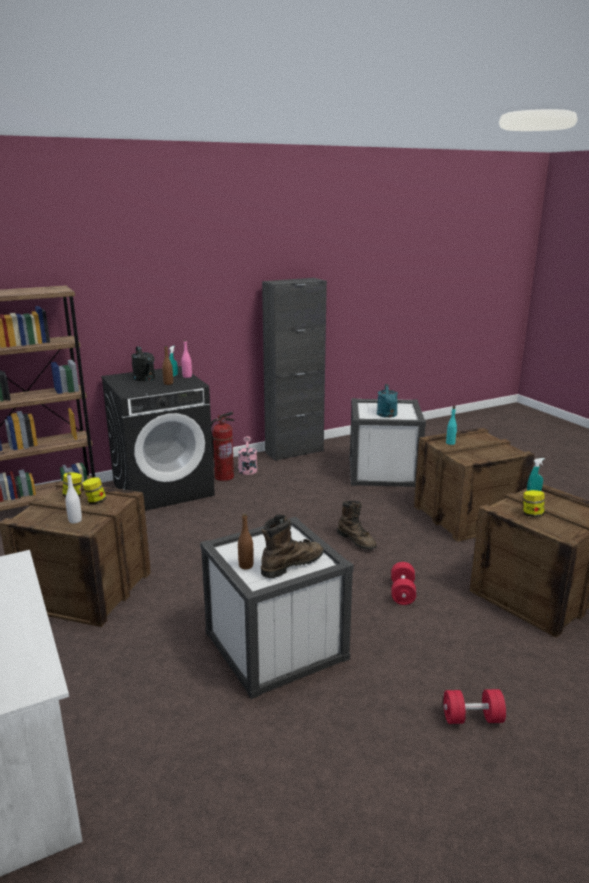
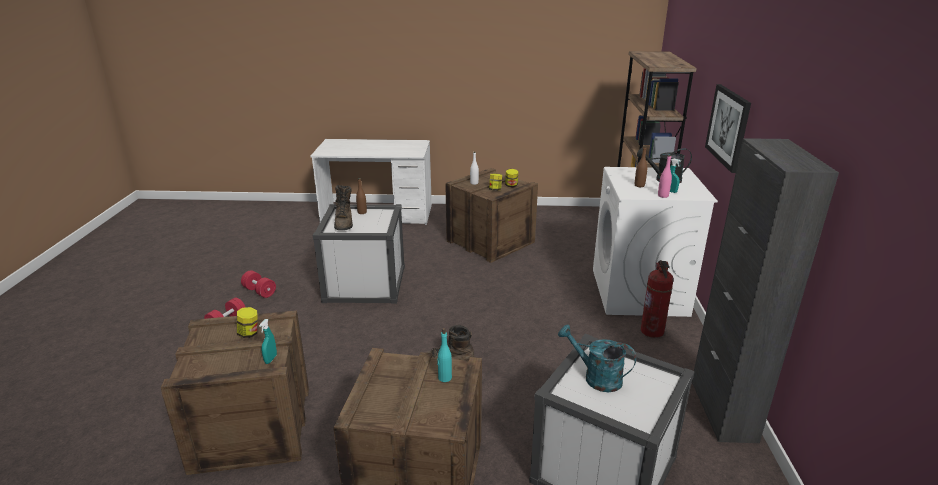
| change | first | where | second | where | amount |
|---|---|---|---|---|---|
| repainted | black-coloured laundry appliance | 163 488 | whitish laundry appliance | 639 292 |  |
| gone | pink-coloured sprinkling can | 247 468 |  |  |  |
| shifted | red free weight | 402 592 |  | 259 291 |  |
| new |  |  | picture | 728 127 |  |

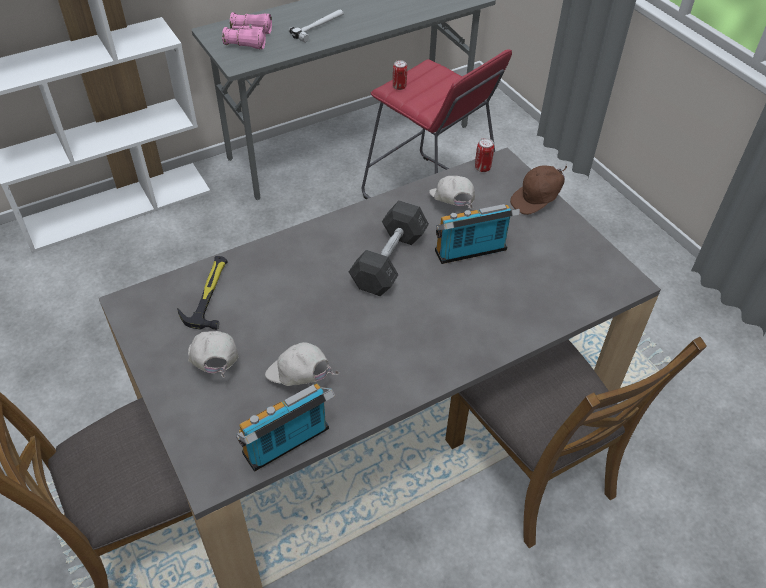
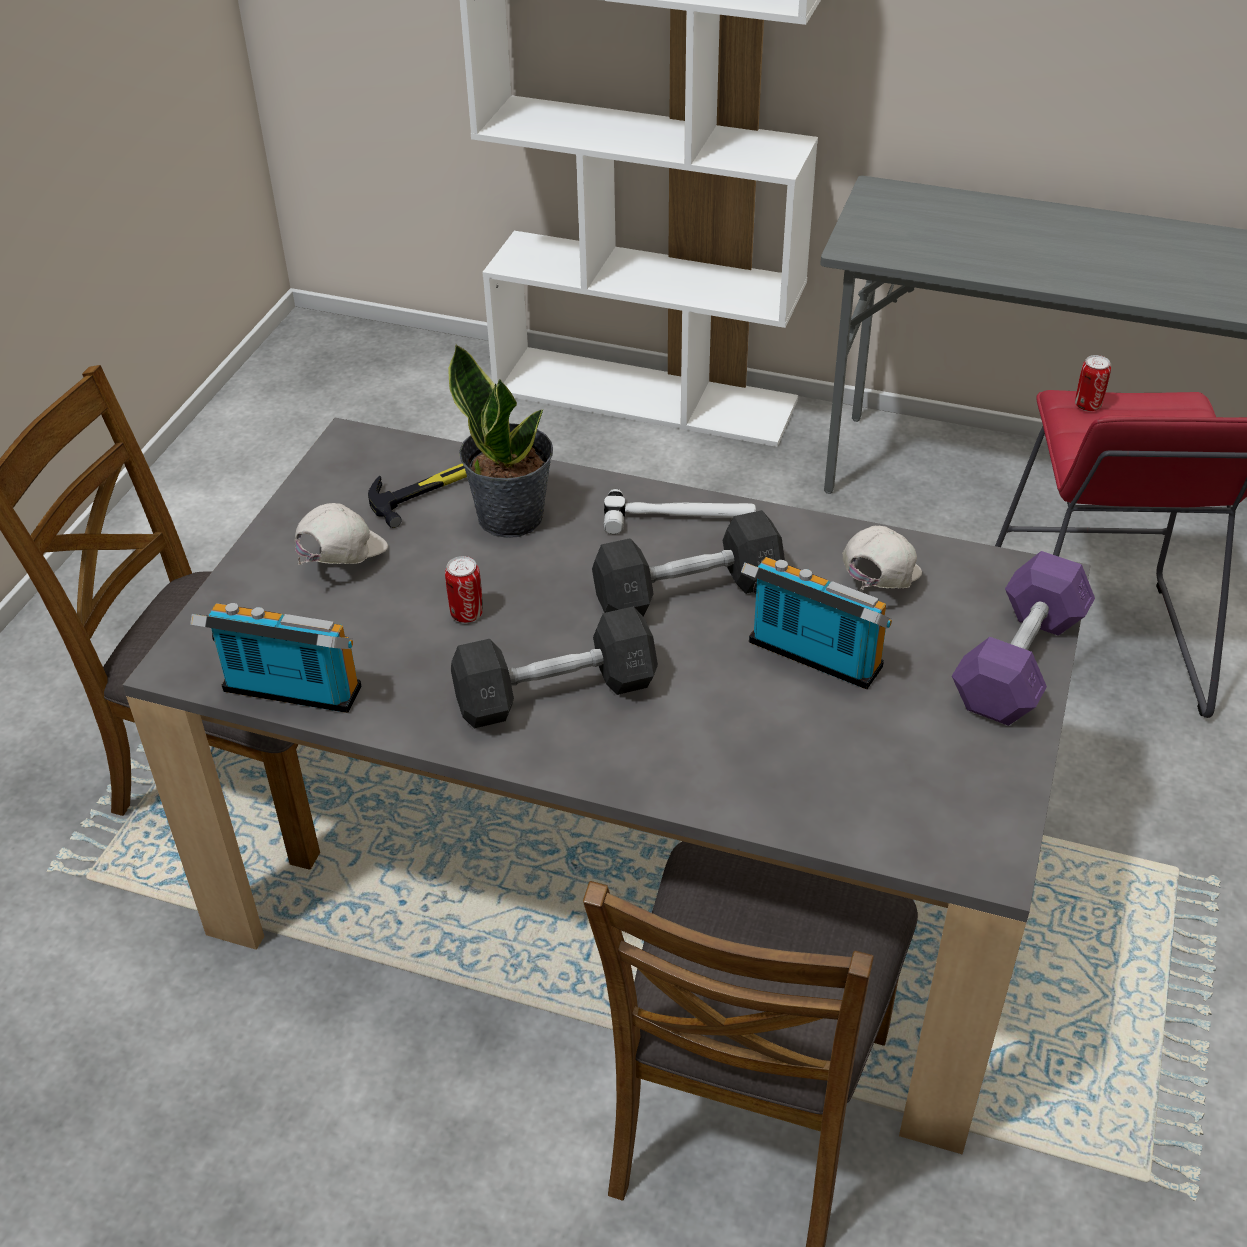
| change | first | where | second | where | amount |
|---|---|---|---|---|---|
| gone | pink-coloured field glasses | 249 39 |  |  |  |
| gone | whitish baseball cap | 299 378 |  |  |  |
| shifted | hammer | 319 27 |  | 679 518 |  |
| shifted | metal can | 482 168 |  | 466 614 |  |
| swapped | brownish baseball cap | 537 201 | purple-coloured free weight | 1019 662 |  |
| new |  |  | plant in a pot | 511 516 |  |
| new |  |  | grey free weight | 555 693 |  |

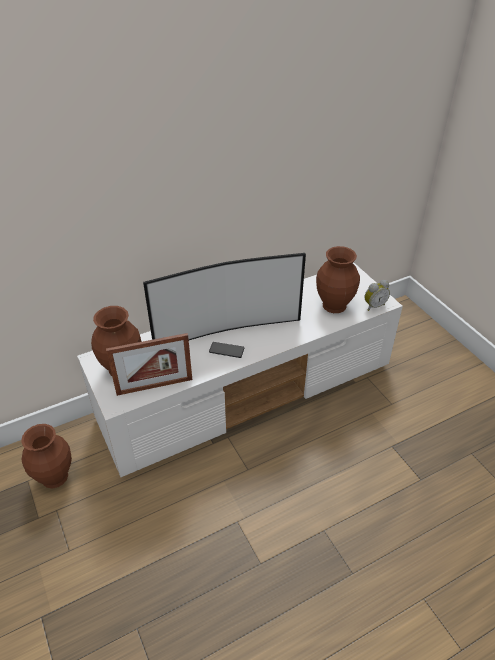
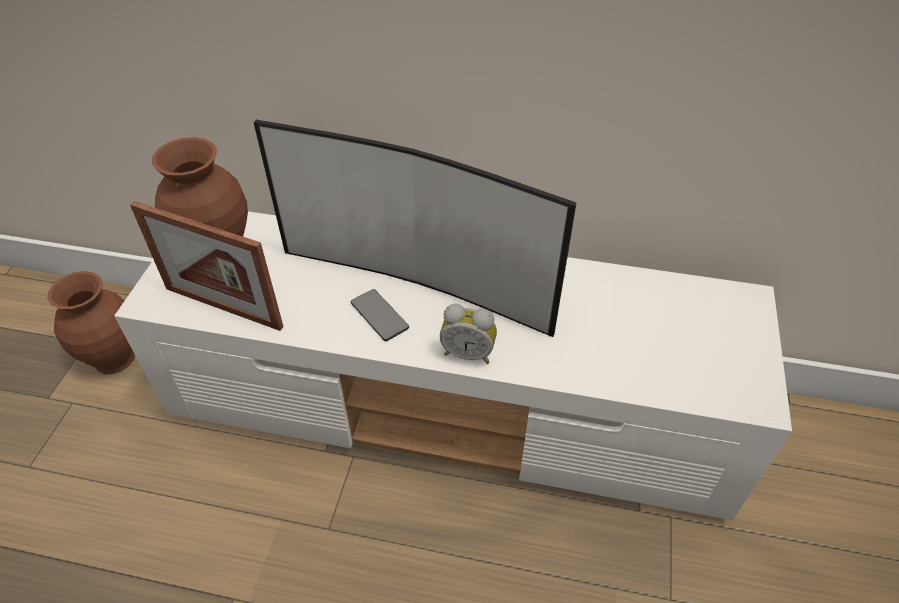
| change | first | where | second | where | amount |
|---|---|---|---|---|---|
| gone | brownish flower vase | 333 305 |  |  |  |
| shifted | alarm clock | 373 305 |  | 468 352 |  |

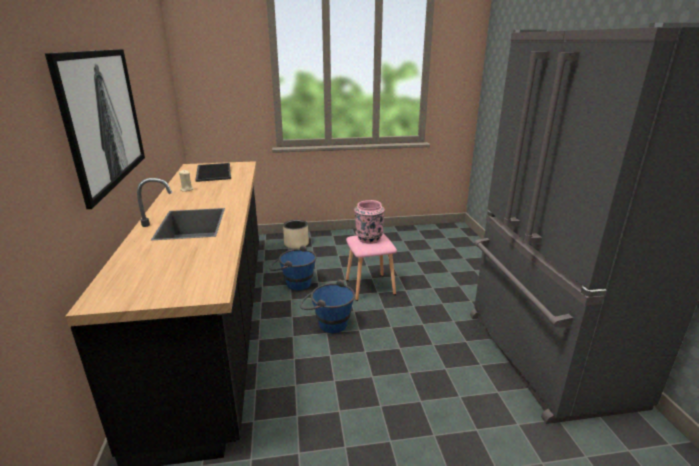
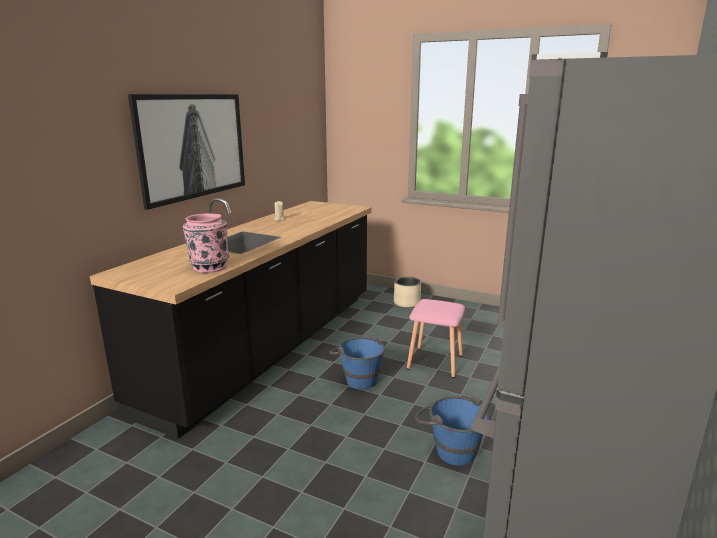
| change | first | where | second | where | amount |
|---|---|---|---|---|---|
| gone | carrying tray | 212 172 |  |  |  |
| shifted | bluish bucket | 293 283 |  | 449 448 |  |
| shifted | pink-coloured flower vase | 368 239 |  | 209 267 |  |

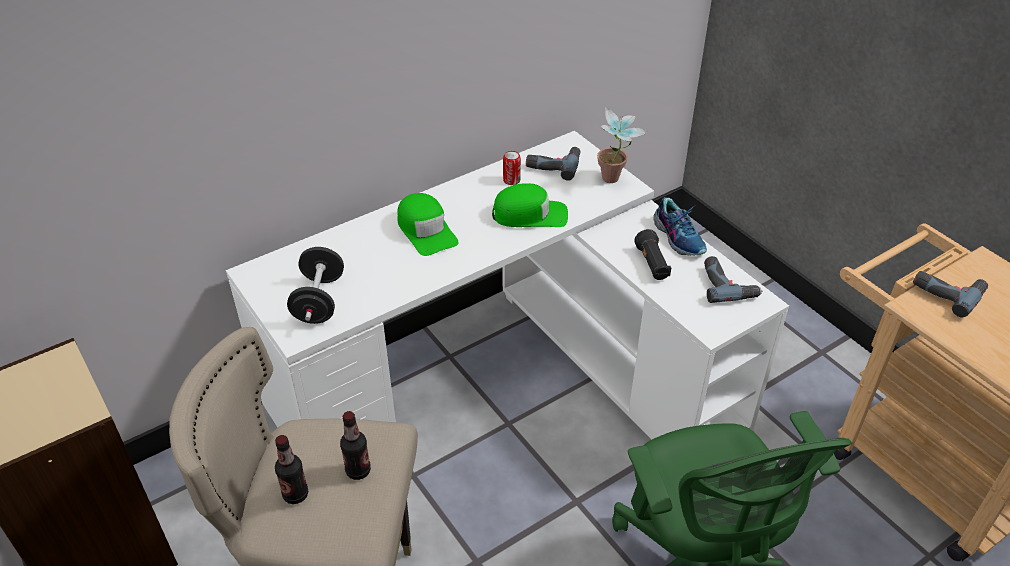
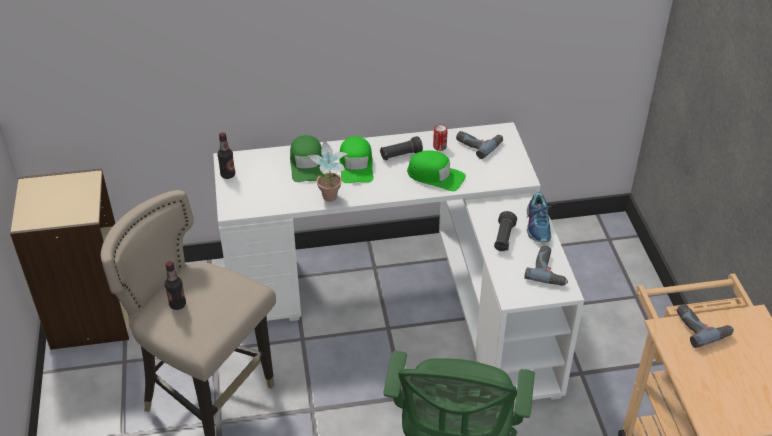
| change | first | where | second | where | amount |
|---|---|---|---|---|---|
| gone | black-coloured free weight | 319 301 |  |  |  |
| shifted | beverage bottle | 358 471 |  | 228 175 |  |
| shifted | plant in a pot | 614 181 |  | 330 201 |  |
| new |  |  | greenish baseball cap | 307 164 |  |
| new |  |  | black-coloured hand torch | 400 155 |  |

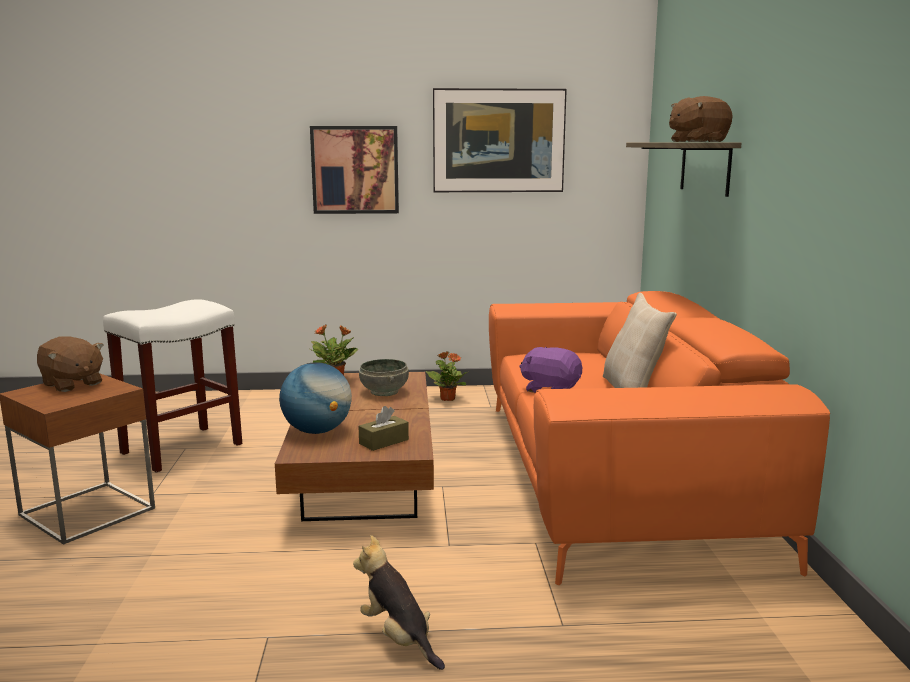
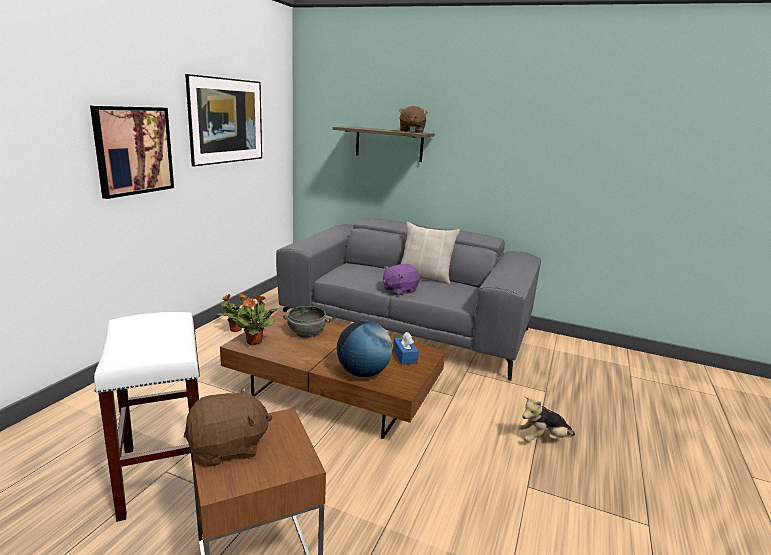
| change | first | where | second | where | amount |
|---|---|---|---|---|---|
| repainted | brownish tissue box | 384 442 | bluish tissue box | 405 356 |  |
| repainted | orange sofa | 612 474 | grey sofa | 406 327 |  |

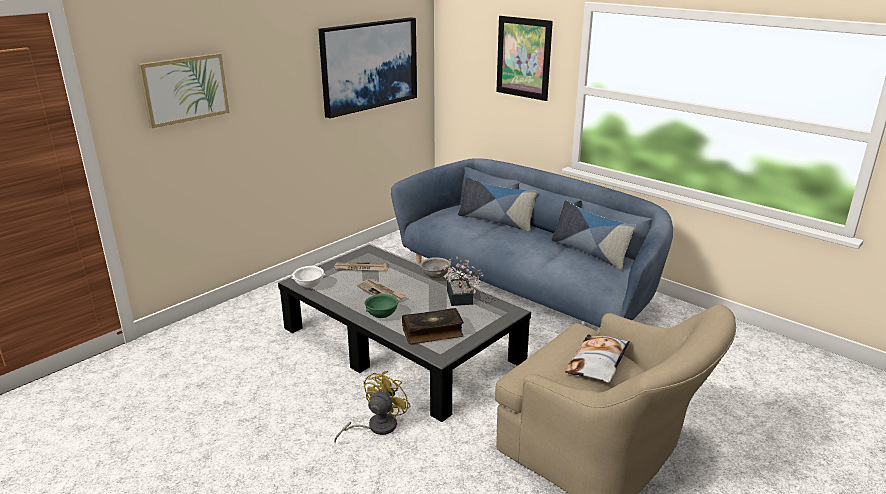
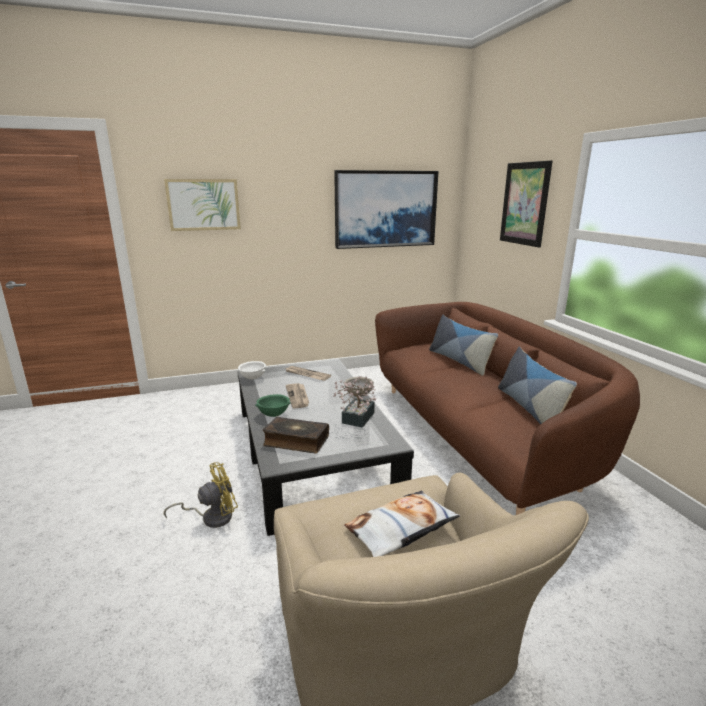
| change | first | where | second | where | amount |
|---|---|---|---|---|---|
| repainted | bluish sofa | 528 288 | brownish sofa | 476 436 |  |

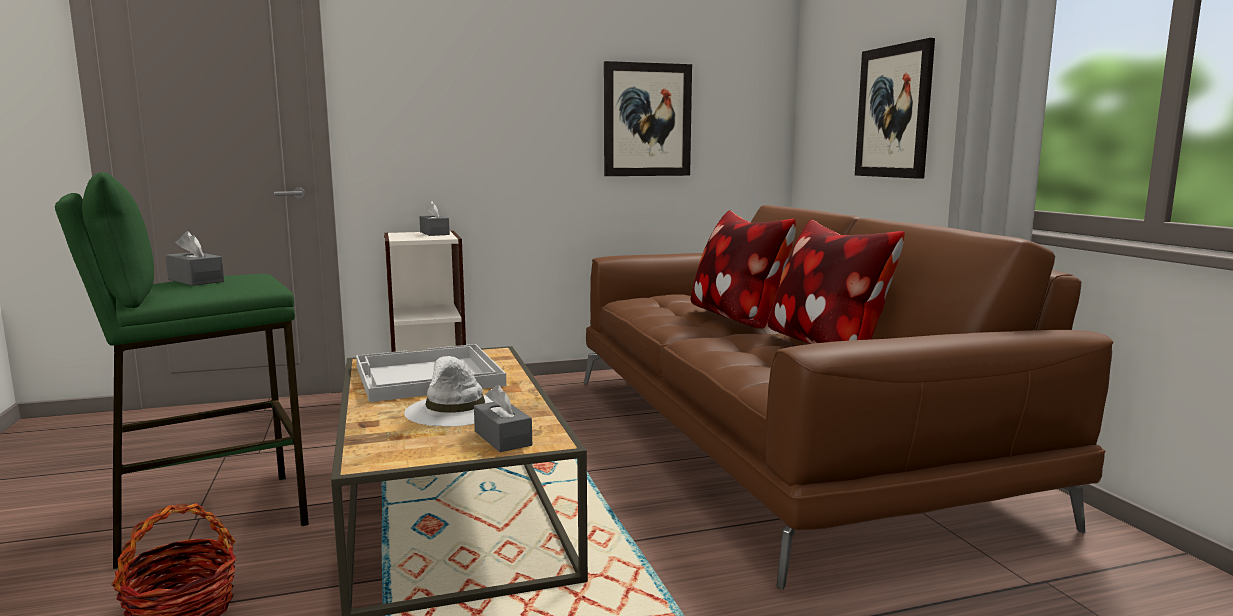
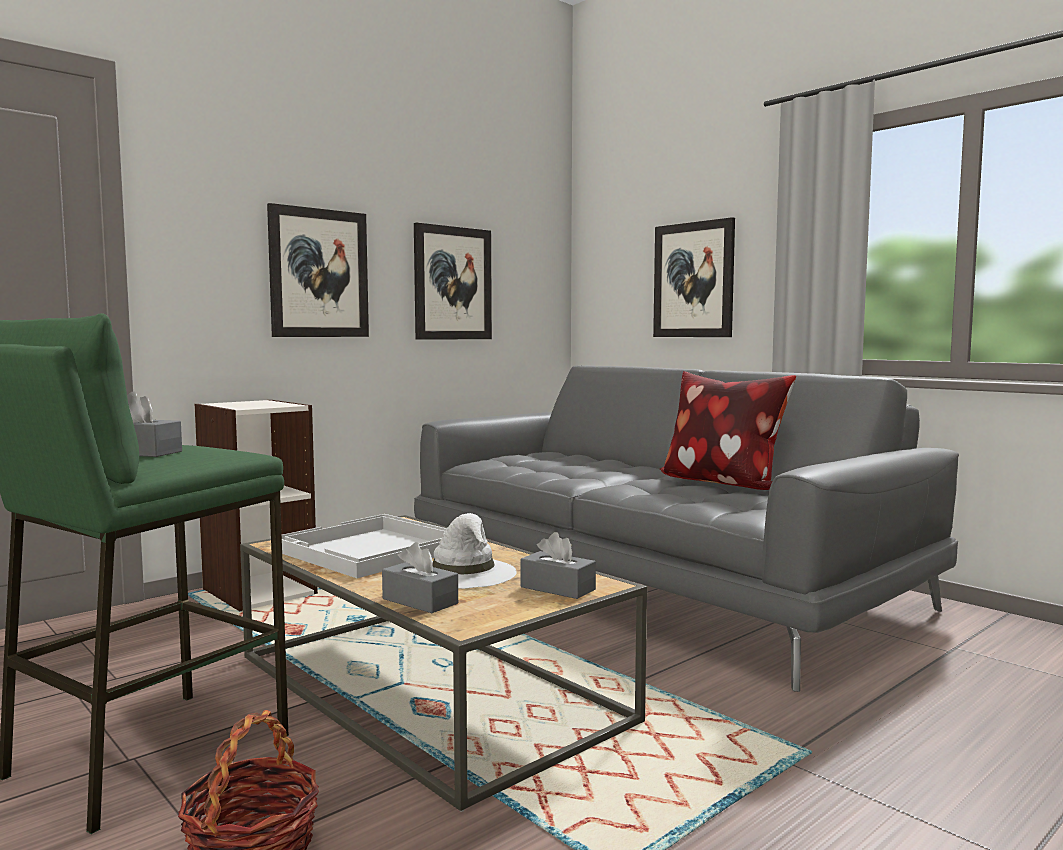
| change | first | where | second | where | amount |
|---|---|---|---|---|---|
| shifted | grey tissue box | 434 233 |  | 420 601 |  |
| repainted | brownish sofa | 776 442 | grey sofa | 653 583 |  |
| gone | pillow | 738 318 |  |  |  |
| new |  |  | picture | 319 273 |  |

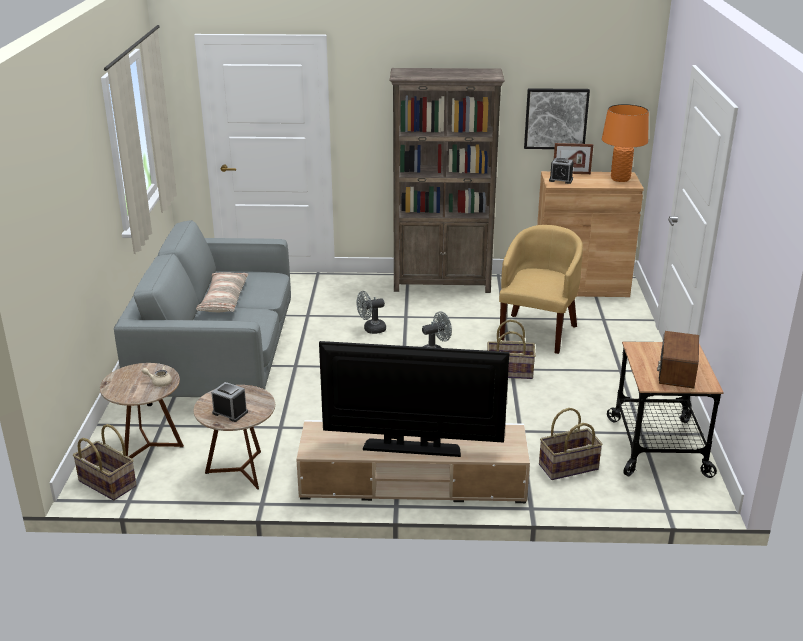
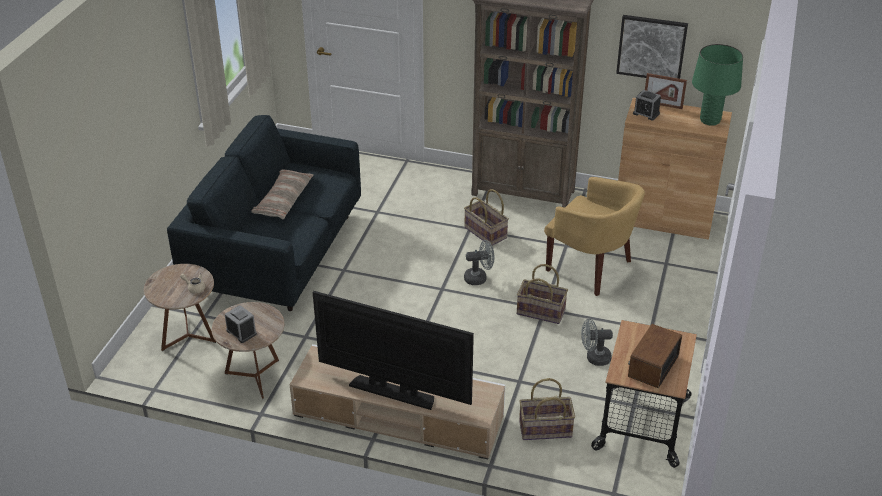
| change | first | where | second | where | amount |
|---|---|---|---|---|---|
| shifted | storage basket | 106 484 |  | 484 233 |  |
| repainted | grey sofa | 218 362 | bluish sofa | 277 253 |  |
| shifted | grey electric fan | 371 329 |  | 594 358 |  |
| rotated | yellowish easy chair | 537 332 |  | 591 268 | 90 degrees clockwise |
| repainted | orange tabletop lamp | 620 179 | greenish tabletop lamp | 710 120 |  |

